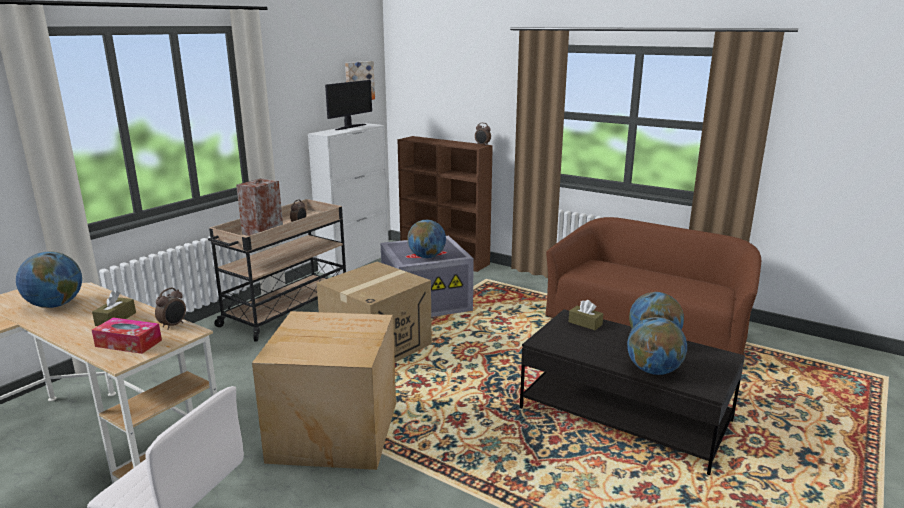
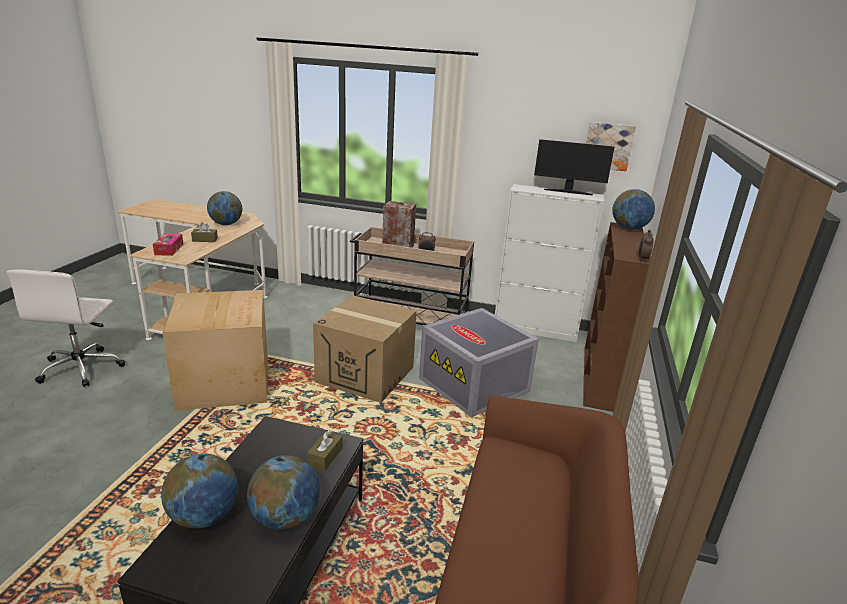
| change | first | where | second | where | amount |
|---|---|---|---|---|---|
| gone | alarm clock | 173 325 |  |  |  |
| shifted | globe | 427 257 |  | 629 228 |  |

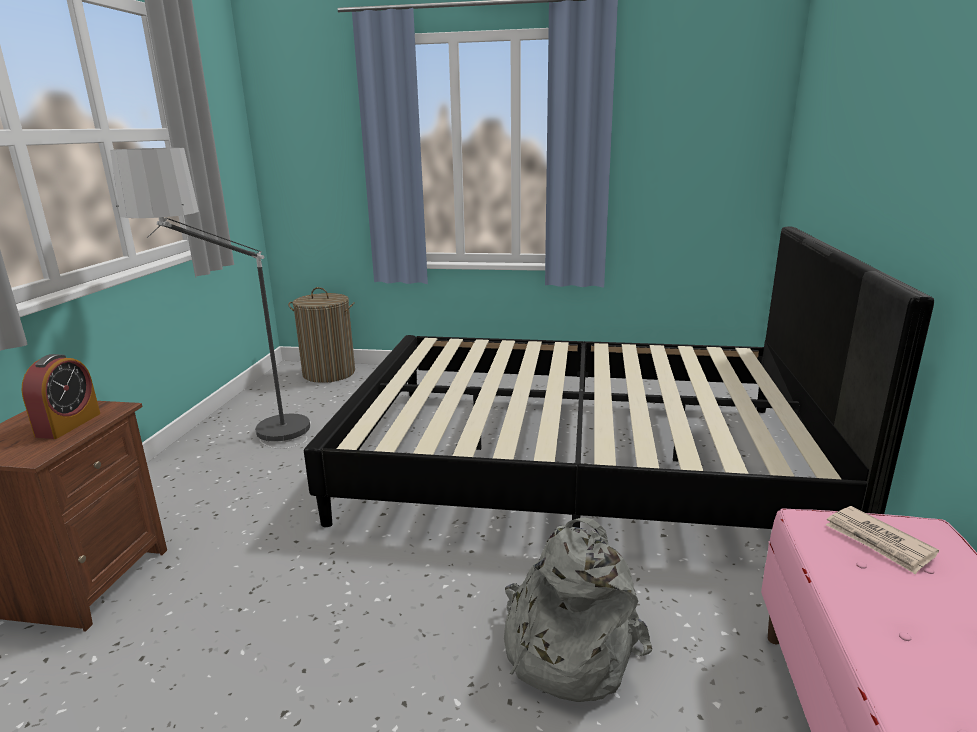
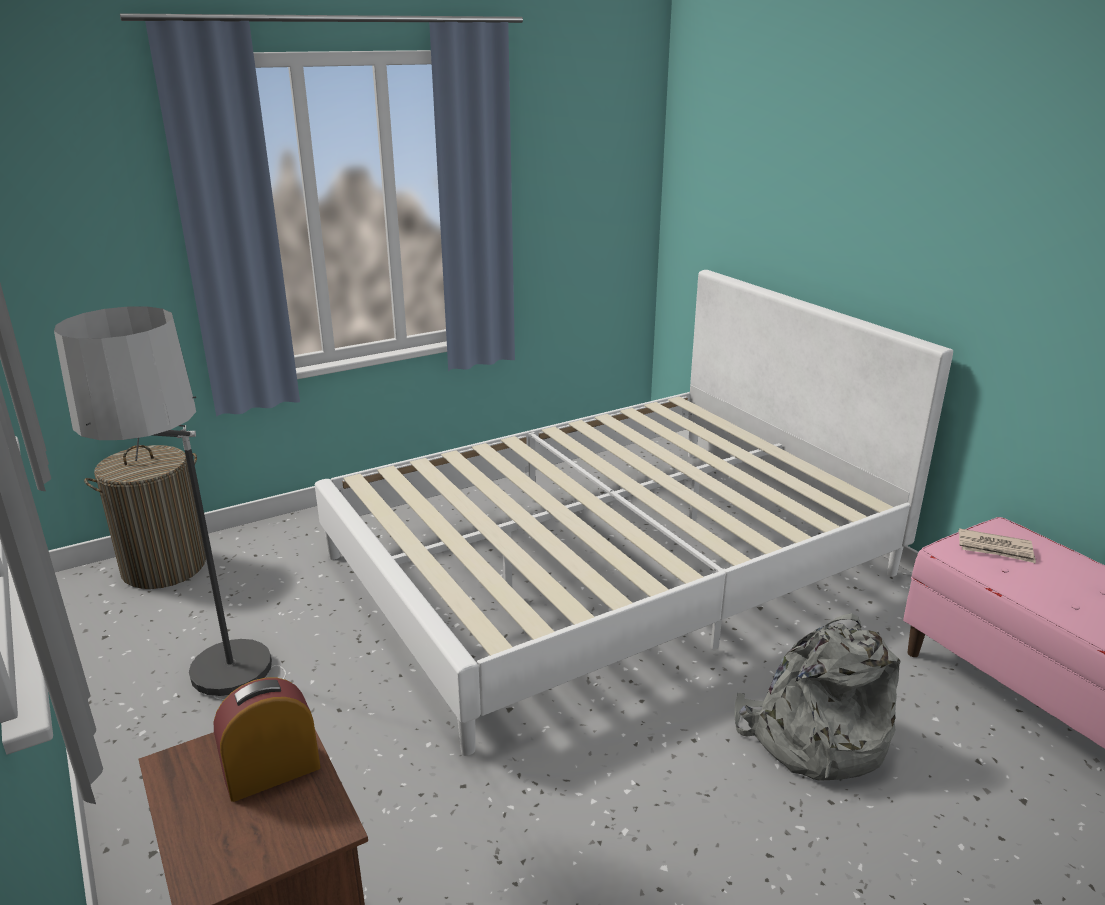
| change | first | where | second | where | amount |
|---|---|---|---|---|---|
| rotated | alarm clock | 68 424 |  | 272 772 | 90 degrees counterclockwise |
| repainted | black-coloured sleeping bed | 579 460 | whitish sleeping bed | 611 565 |  |

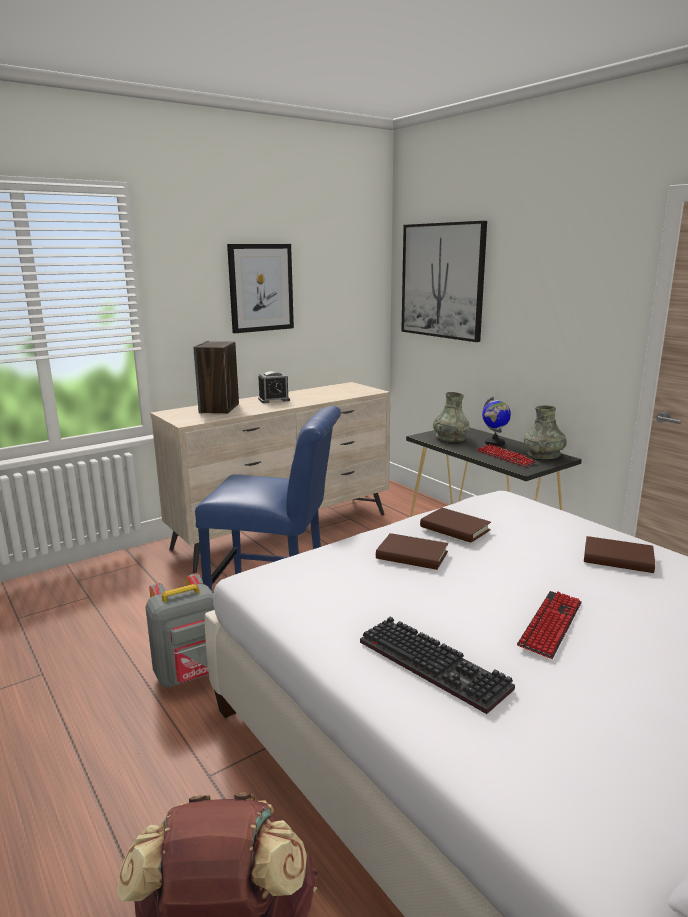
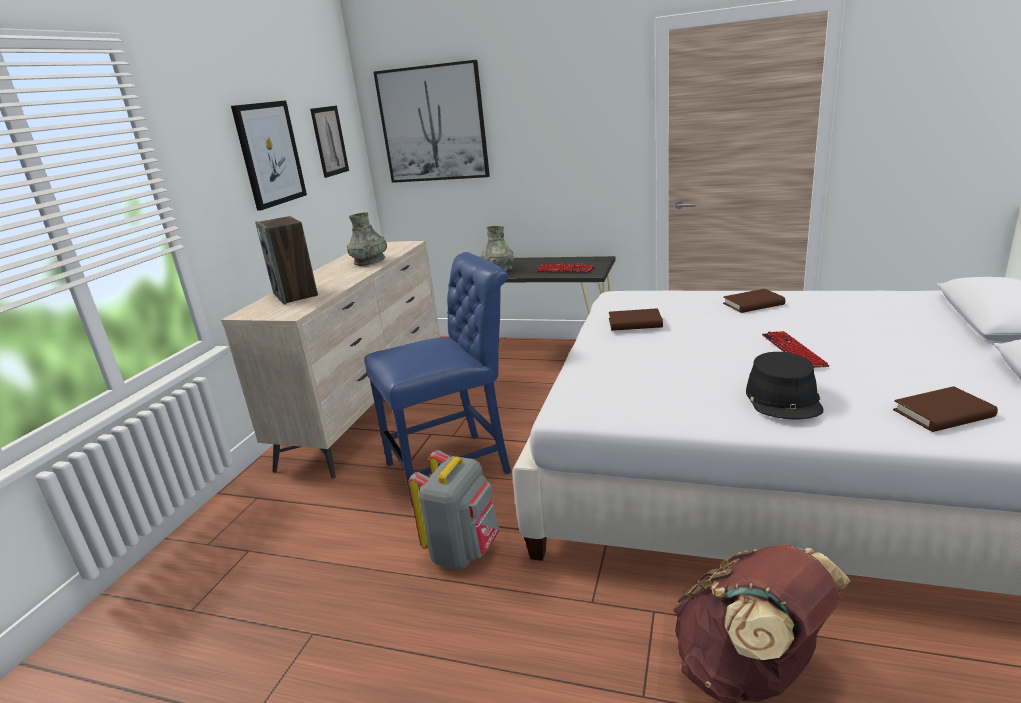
| change | first | where | second | where | amount |
|---|---|---|---|---|---|
| gone | alarm clock | 274 400 |  |  |  |
| swapped | keyboard | 437 665 | black-coloured clothing hat | 784 399 |  |
| shifted | brownish volume | 412 555 |  | 943 414 |  |
| gone | globe | 494 443 |  |  |  |
| shifted | grey flower vase | 543 455 |  | 370 261 |  |
| new |  |  | picture | 329 141 |  |

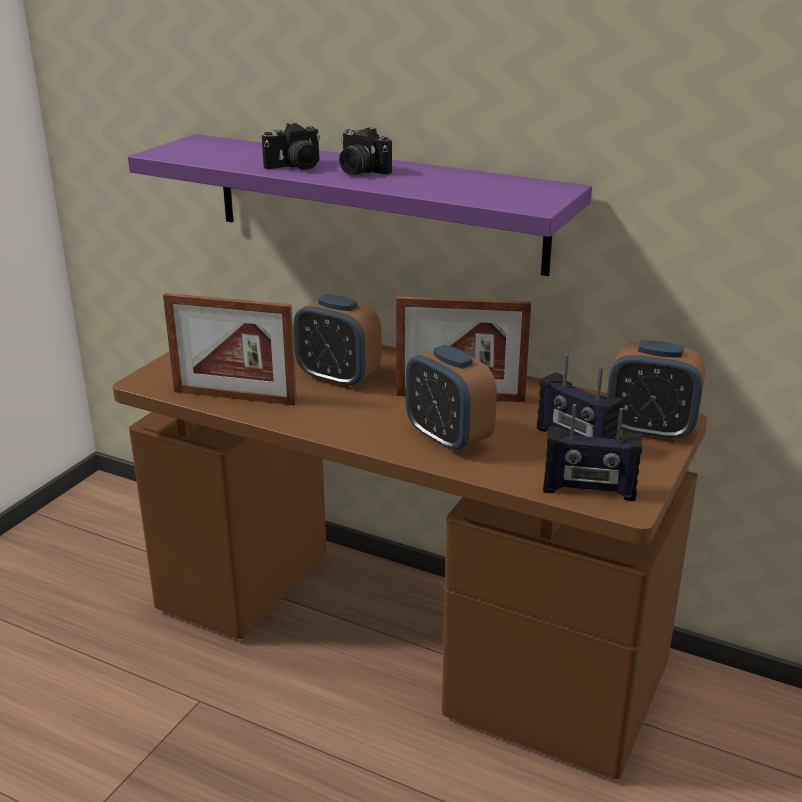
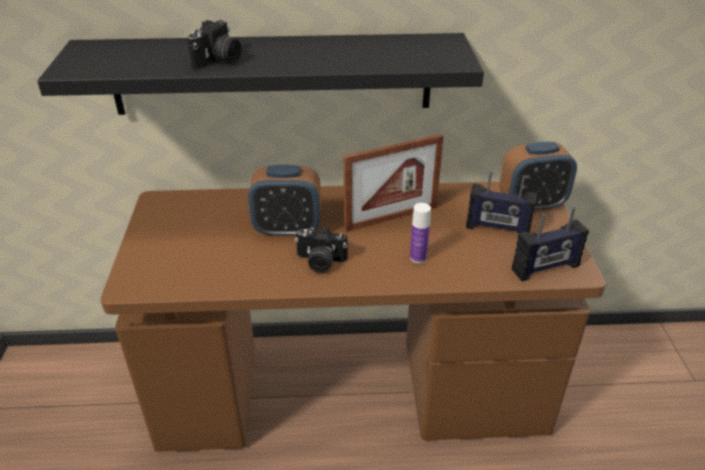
| change | first | where | second | where | amount |
|---|---|---|---|---|---|
| repainted | purple-coloured shelf | 376 202 | black-coloured shelf | 272 74 |  |
| gone | standing frame | 234 397 |  |  |  |
| shifted | still camera | 360 171 |  | 320 262 |  |
| swapped | alarm clock | 448 438 | beverage bottle | 418 257 |  |

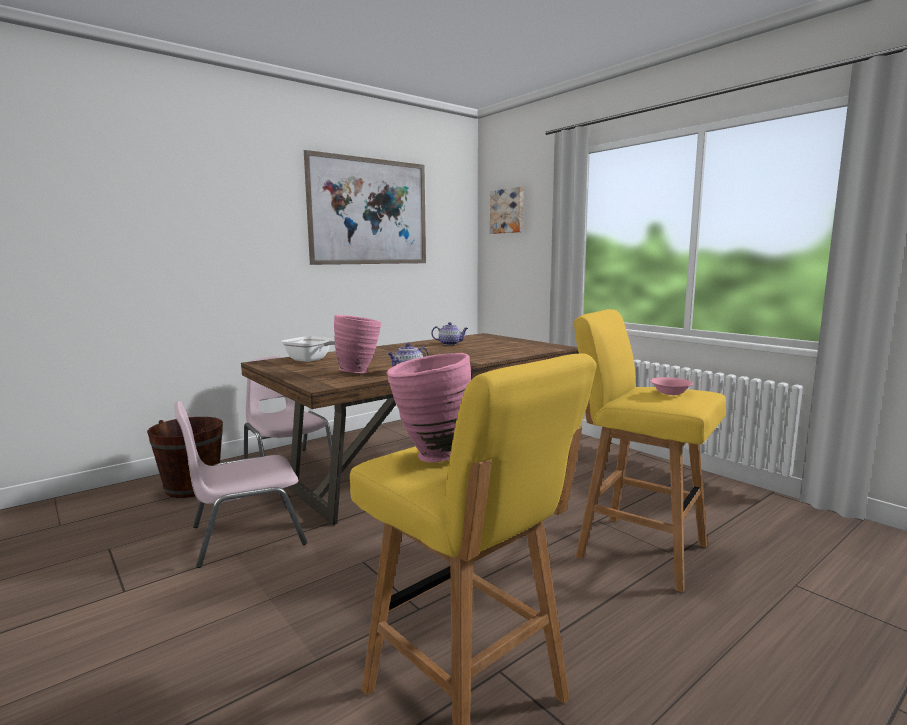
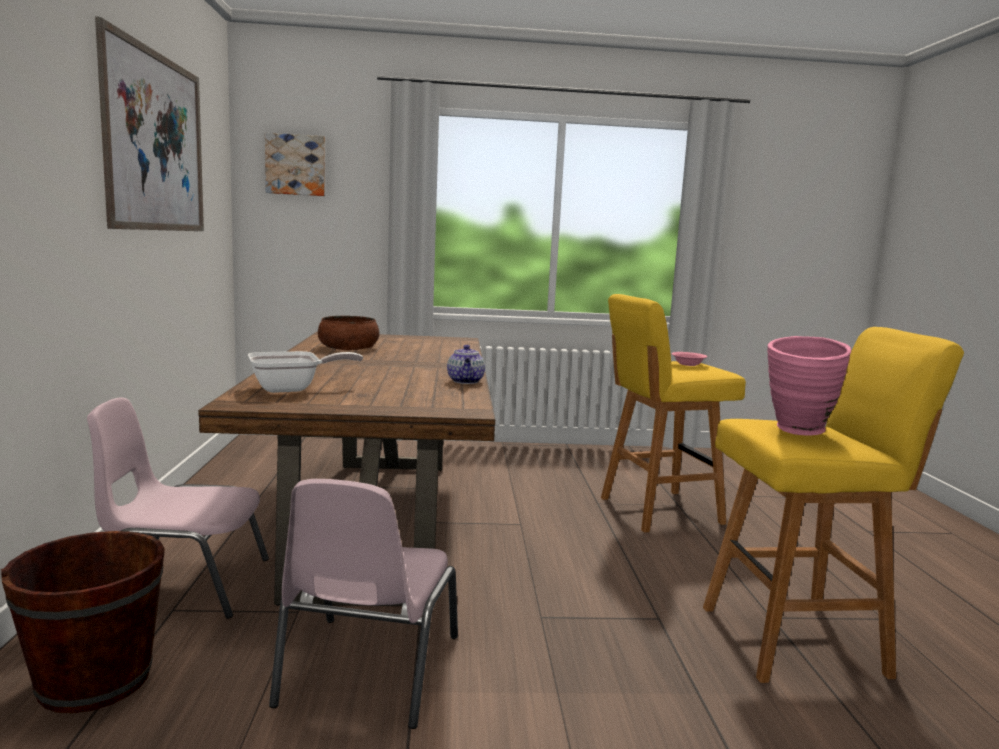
| change | first | where | second | where | amount |
|---|---|---|---|---|---|
| gone | pink-coloured flower vase | 360 372 |  |  |  |
| swapped | tea pot | 450 344 | brownish deep dish | 348 347 |  |

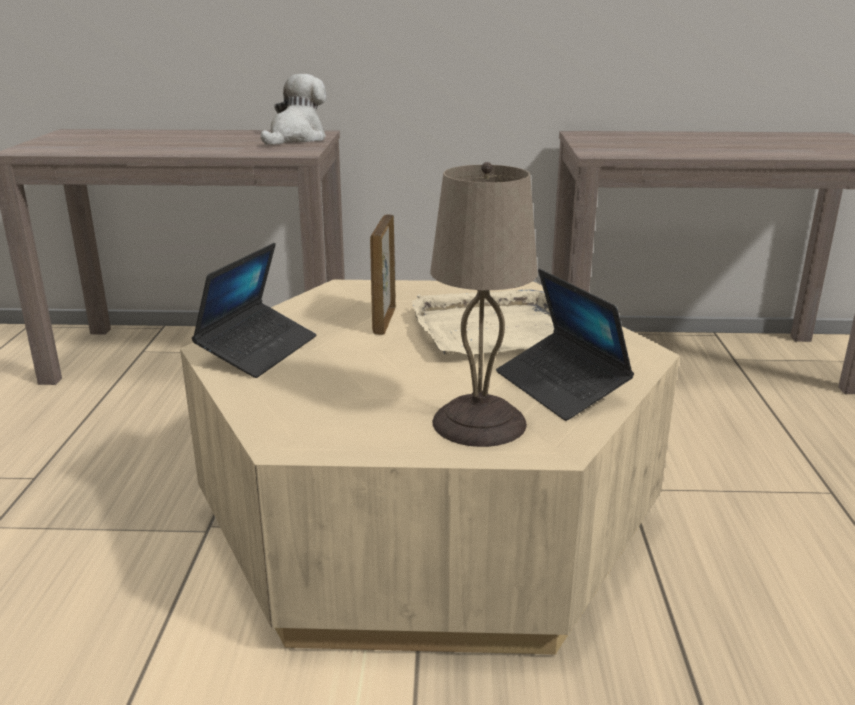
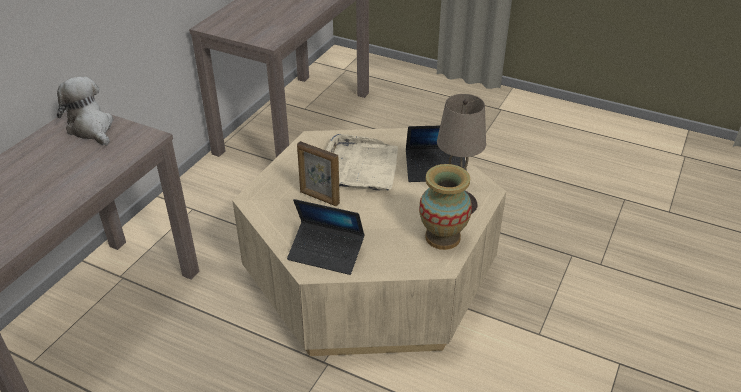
| change | first | where | second | where | amount |
|---|---|---|---|---|---|
| rotated | laptop | 258 350 |  | 326 253 | 150 degrees clockwise |
| new |  |  | flower vase | 442 237 |  |

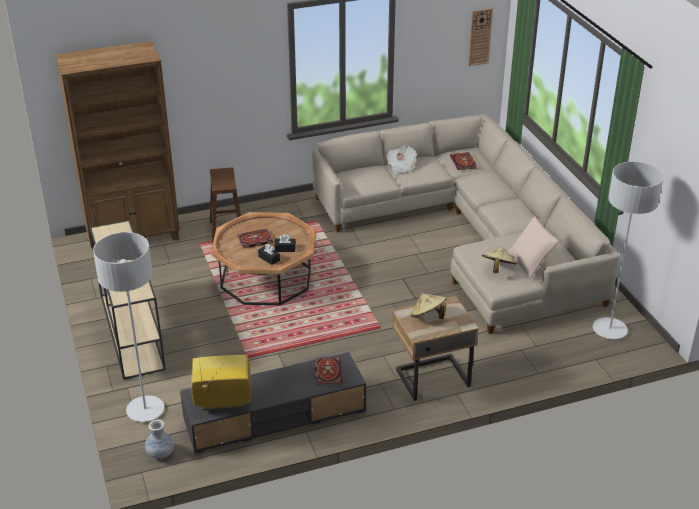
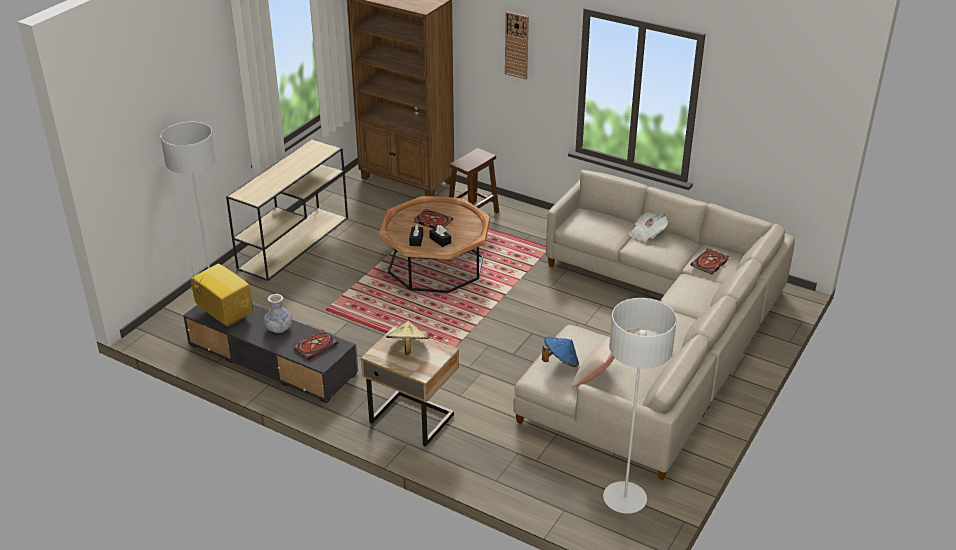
| change | first | where | second | where | amount |
|---|---|---|---|---|---|
| shifted | flower vase | 160 453 |  | 279 328 |  |
| shifted | clock on the wall | 480 37 |  | 517 45 |  |
| repainted | sand-coloured clothing hat | 498 269 | bluish clothing hat | 560 362 |  |

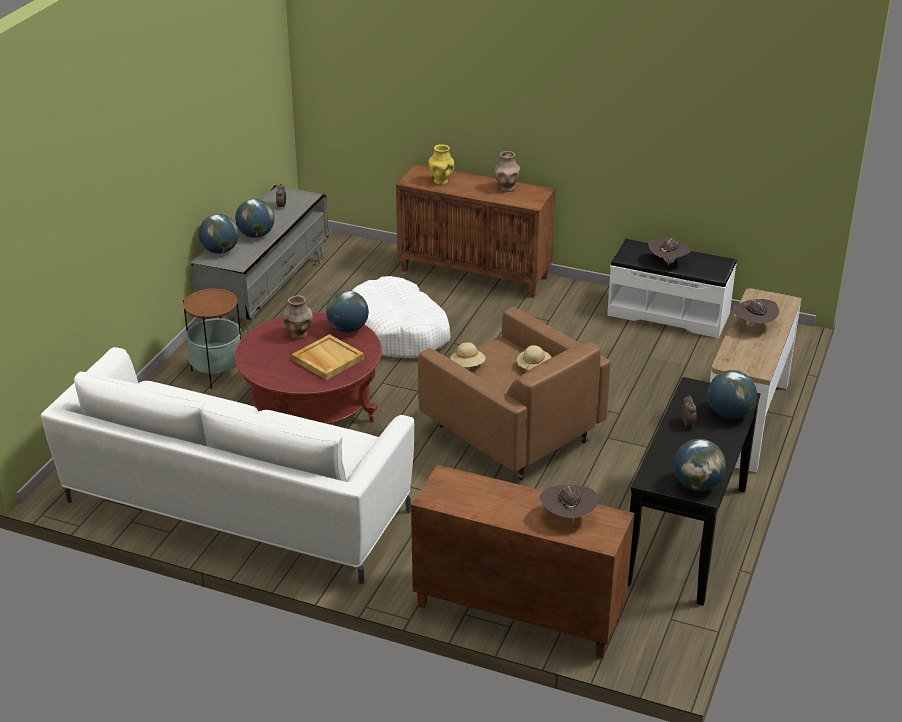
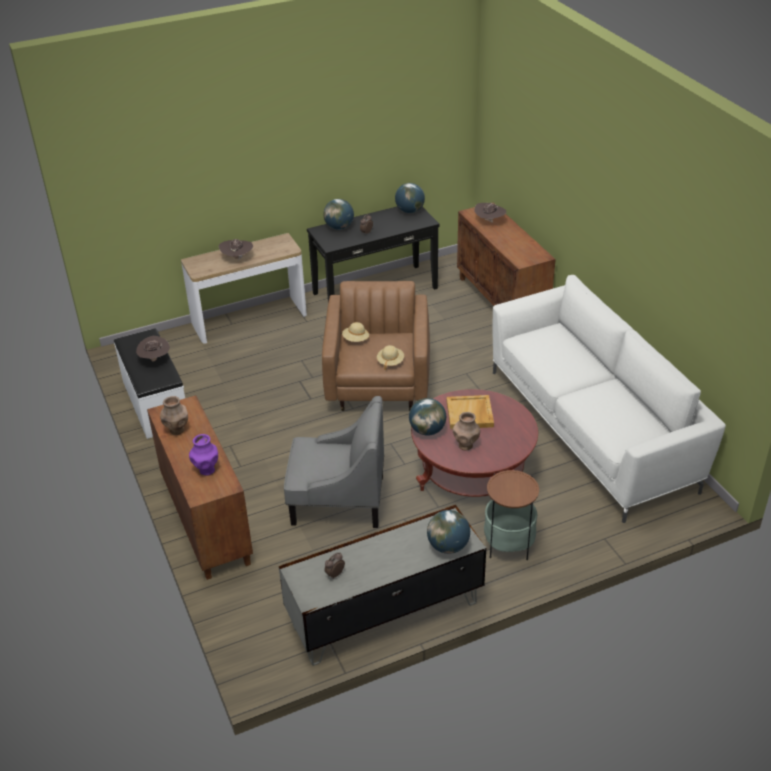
| change | first | where | second | where | amount |
|---|---|---|---|---|---|
| gone | globe | 256 235 |  |  |  |
| swapped | whitish dog cushion | 398 332 | grey easy chair | 337 500 |  |
| repainted | yellowish flower vase | 441 181 | purple-coloured flower vase | 207 470 |  |

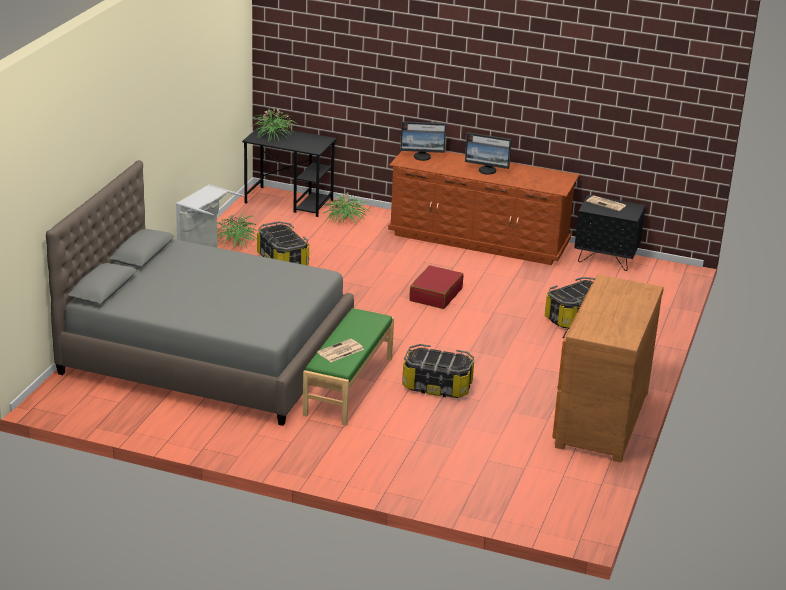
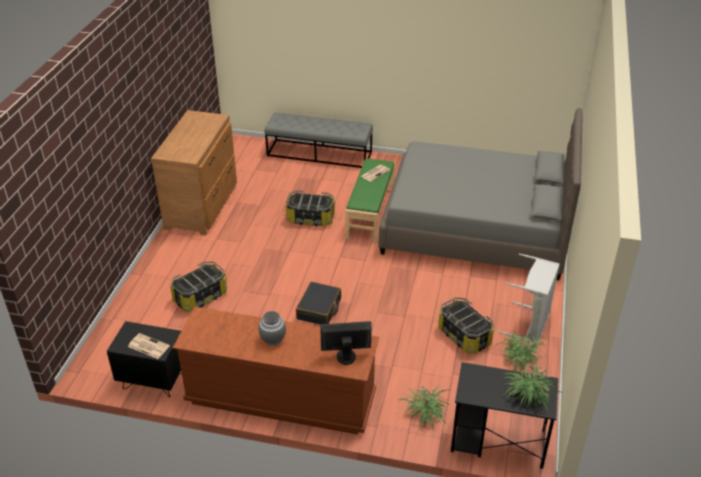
| change | first | where | second | where | amount |
|---|---|---|---|---|---|
| repainted | red piece of luggage | 435 294 | black-coloured piece of luggage | 319 309 |  |
| swapped | computer display | 487 170 | grey flower vase | 273 339 |  |
| new |  |  | grey indoor bench | 319 154 |  |

